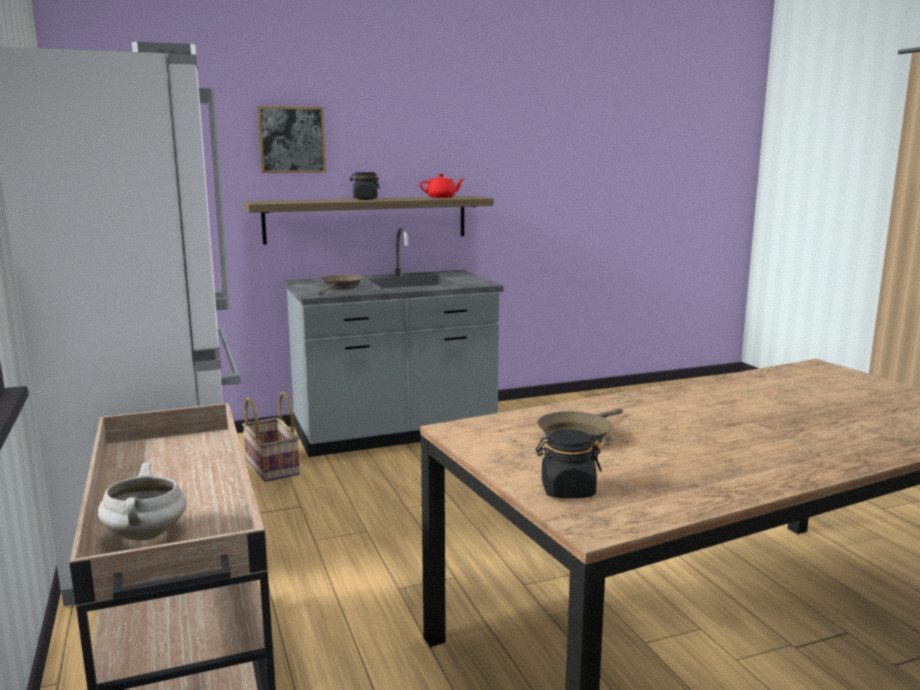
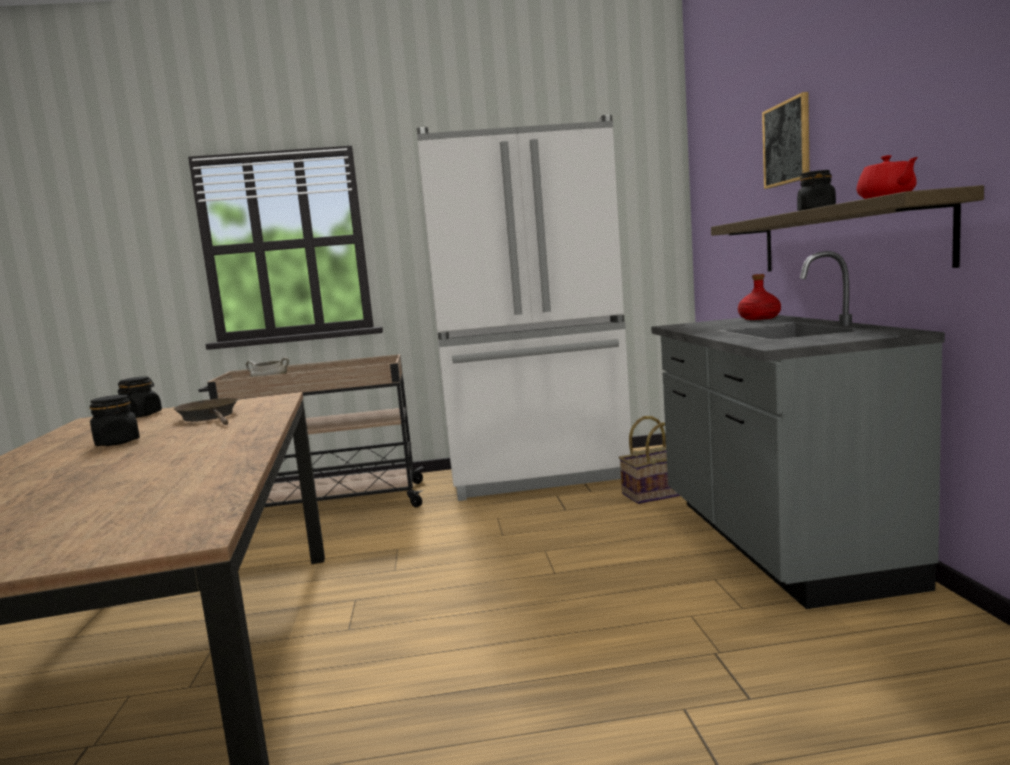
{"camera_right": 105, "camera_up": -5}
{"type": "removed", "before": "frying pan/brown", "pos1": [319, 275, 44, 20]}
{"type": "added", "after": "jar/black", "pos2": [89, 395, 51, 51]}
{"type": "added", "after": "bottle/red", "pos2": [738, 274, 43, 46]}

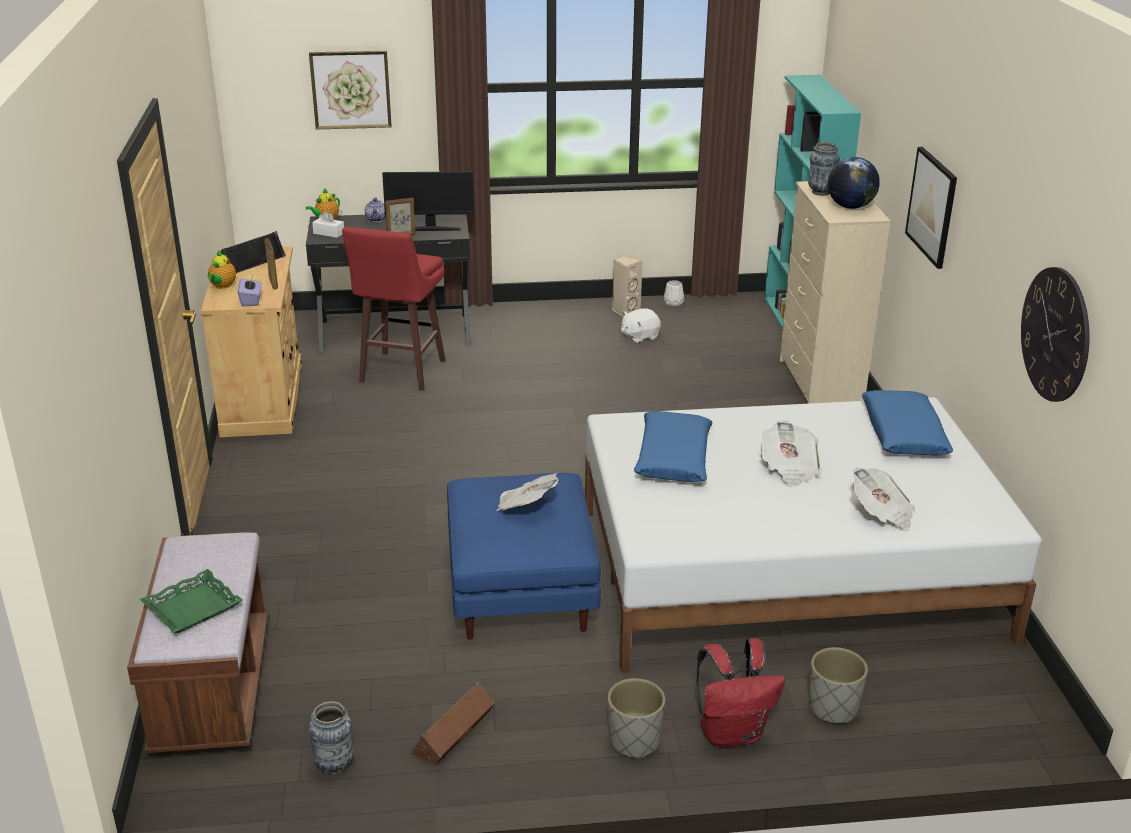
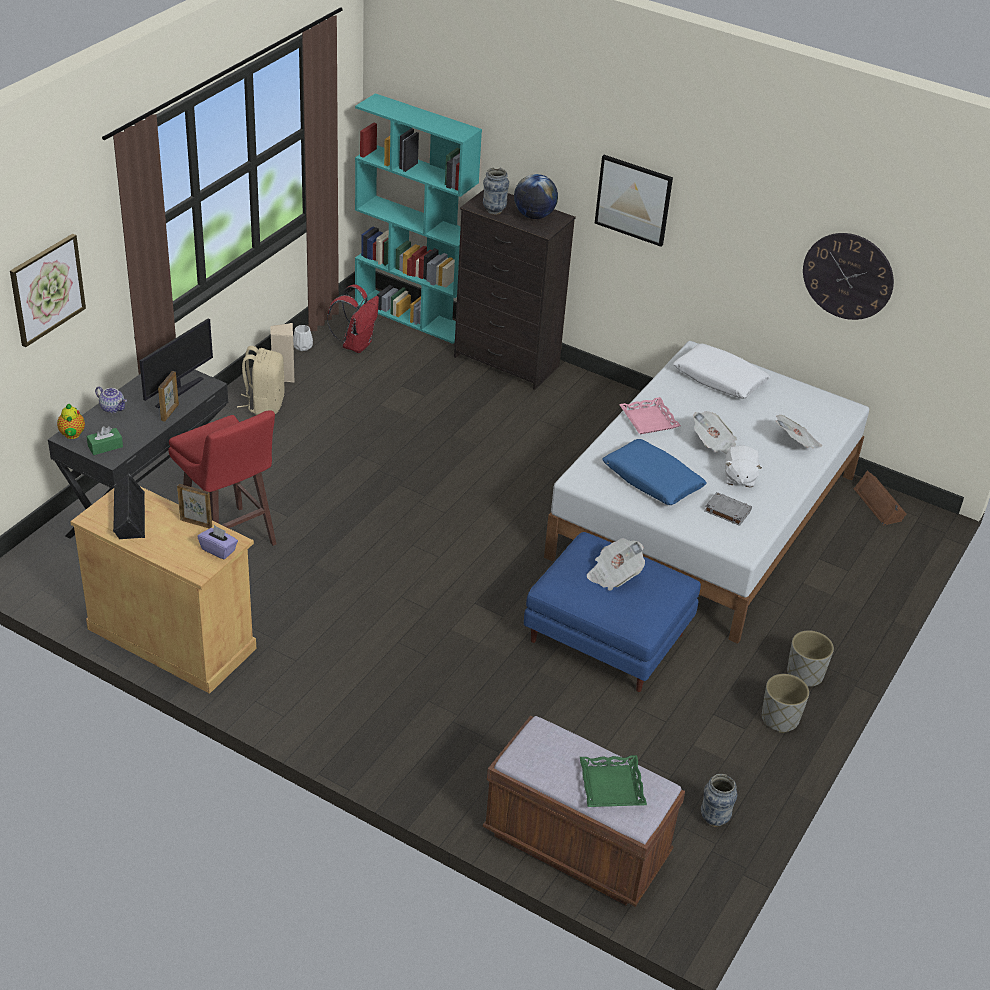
{"camera_right": -55, "camera_up": 10}
{"type": "removed", "before": "teapot", "pos1": [208, 250, 28, 39]}
{"type": "recoloured", "before": "tissue box/white", "after": "tissue box/green", "pos1": [312, 211, 32, 27], "pos2": [87, 426, 36, 29]}
{"type": "moved", "before": "speaker/brown", "pos1": [410, 681, 85, 85], "pos2": [853, 470, 54, 56]}
{"type": "moved", "before": "plush toy/white", "pos1": [621, 308, 40, 36], "pos2": [725, 445, 38, 42]}
{"type": "moved", "before": "backpack/red", "pos1": [696, 638, 89, 110], "pos2": [327, 284, 52, 69]}
{"type": "recoloured", "before": "dresser/beige", "after": "dresser/black", "pos1": [780, 181, 111, 223], "pos2": [454, 190, 122, 200]}
{"type": "moved", "before": "planter/grey", "pos1": [809, 647, 59, 76], "pos2": [762, 674, 47, 59]}
{"type": "recoloured", "before": "pillow/blue", "after": "pillow/white", "pos1": [862, 390, 91, 65], "pos2": [673, 344, 98, 55]}
{"type": "added", "after": "backpack/beige", "pos2": [237, 346, 47, 69]}
{"type": "added", "after": "tray/pink", "pos2": [619, 397, 62, 37]}
{"type": "added", "after": "book/grey", "pos2": [704, 492, 48, 34]}

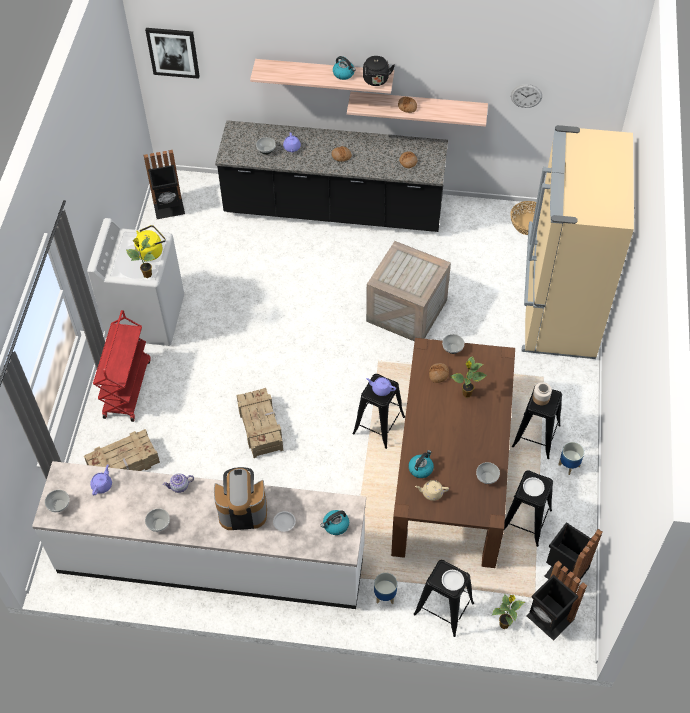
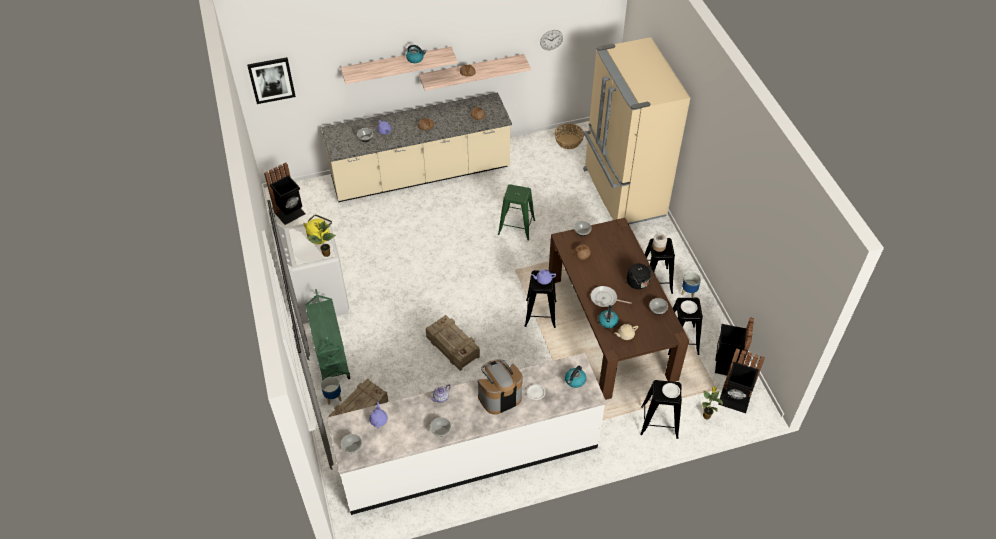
{"camera_right": -25, "camera_up": -5}
{"type": "recoloured", "before": "cart/red", "after": "cart/green", "pos1": [93, 310, 58, 112], "pos2": [305, 289, 45, 92]}
{"type": "recoloured", "before": "counter/black", "after": "counter/beige", "pos1": [215, 120, 233, 112], "pos2": [322, 92, 190, 110]}
{"type": "moved", "before": "kettle/black", "pos1": [363, 56, 32, 30], "pos2": [627, 263, 28, 26]}
{"type": "replaced", "before": "crate", "after": "stool/green", "pos1": [366, 241, 85, 101], "pos2": [498, 184, 37, 57]}
{"type": "moved", "before": "planter", "pos1": [374, 573, 23, 31], "pos2": [321, 377, 20, 28]}
{"type": "removed", "before": "potted plant", "pos1": [450, 356, 37, 41]}
{"type": "added", "after": "frying pan", "pos2": [591, 286, 41, 21]}

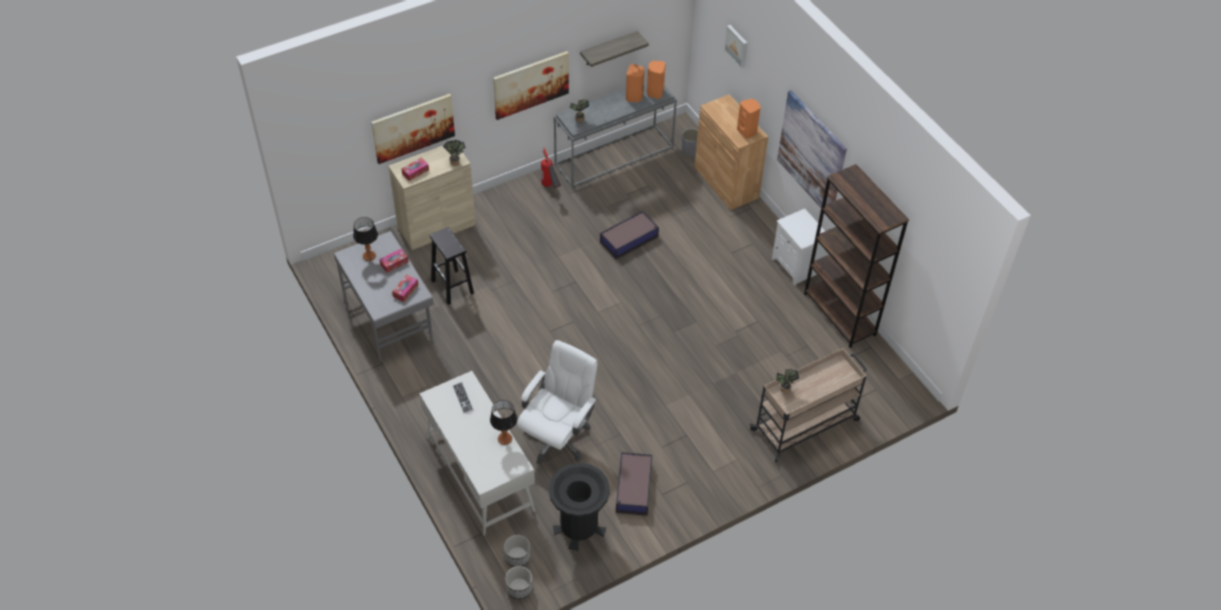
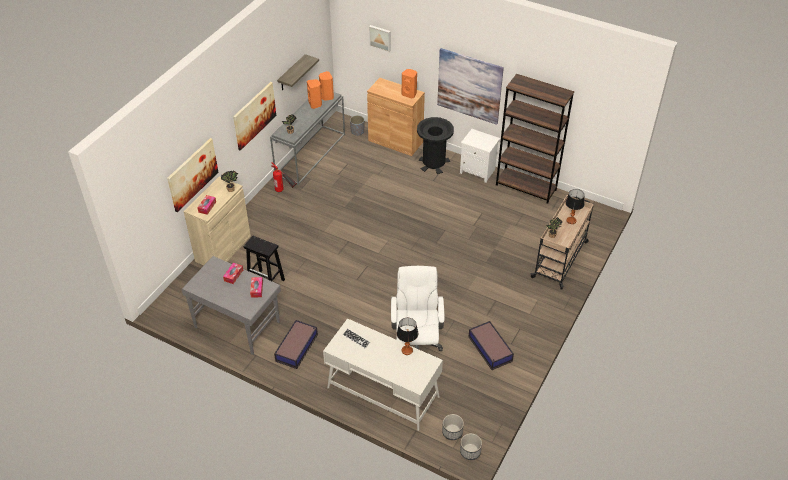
{"camera_right": -30, "camera_up": -5}
{"type": "moved", "before": "table lamp", "pos1": [353, 217, 25, 44], "pos2": [565, 189, 19, 35]}
{"type": "moved", "before": "trash can/black", "pos1": [549, 463, 61, 88], "pos2": [417, 117, 37, 57]}
{"type": "moved", "before": "storage box", "pos1": [600, 211, 59, 48], "pos2": [274, 320, 44, 49]}

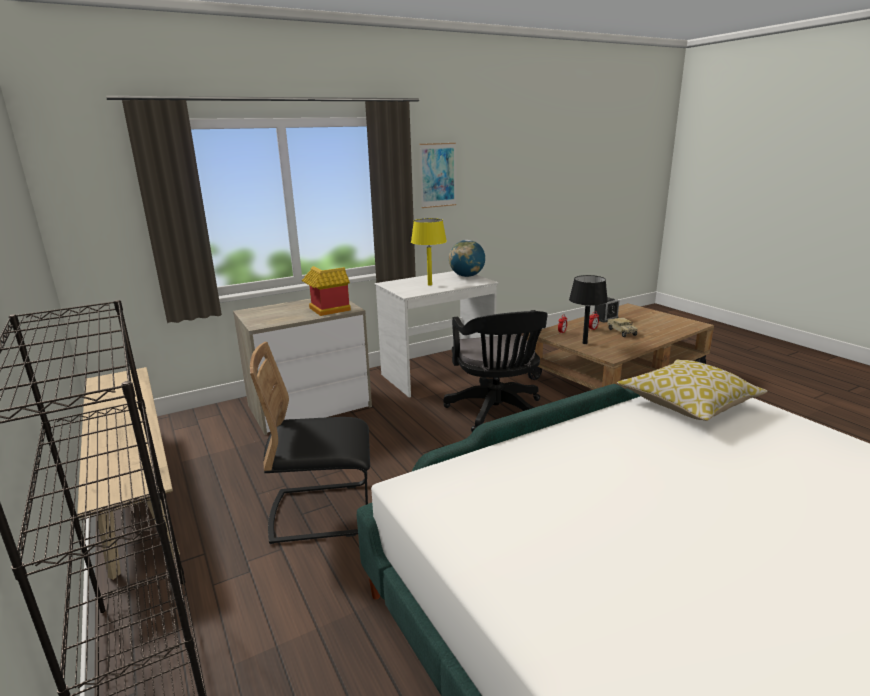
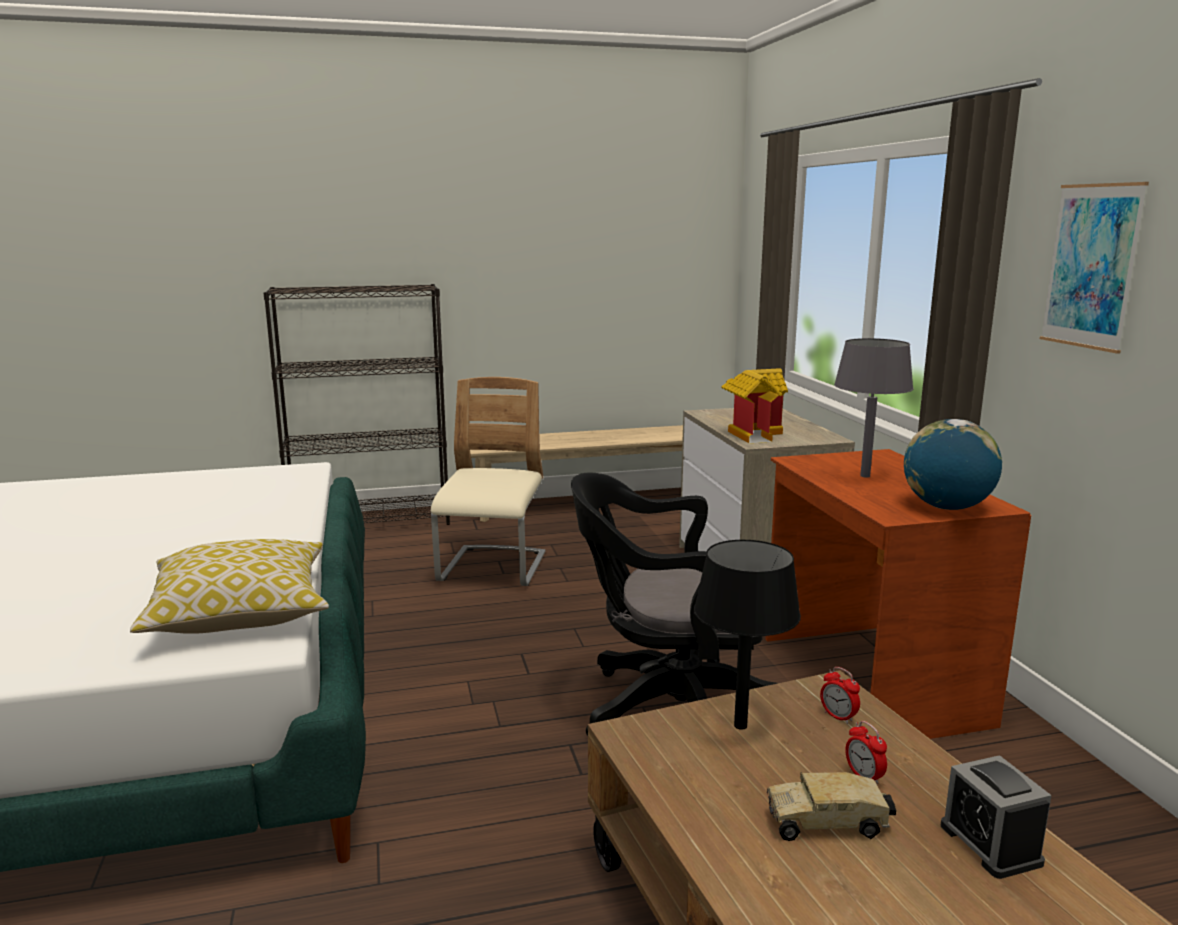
{"camera_right": 105, "camera_up": -5}
{"type": "recoloured", "before": "chair/black", "after": "chair/beige", "pos1": [250, 342, 120, 202], "pos2": [431, 377, 115, 209]}
{"type": "recoloured", "before": "desk/white", "after": "desk/brown", "pos1": [375, 271, 123, 126], "pos2": [765, 449, 266, 290]}
{"type": "recoloured", "before": "table lamp/yellow", "after": "table lamp/grey", "pos1": [411, 218, 36, 68], "pos2": [834, 338, 80, 140]}

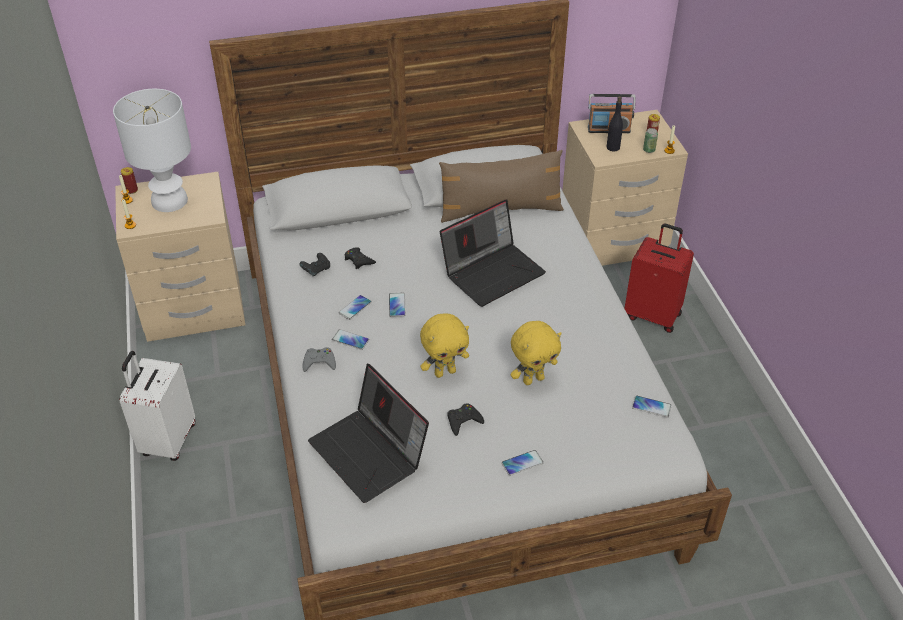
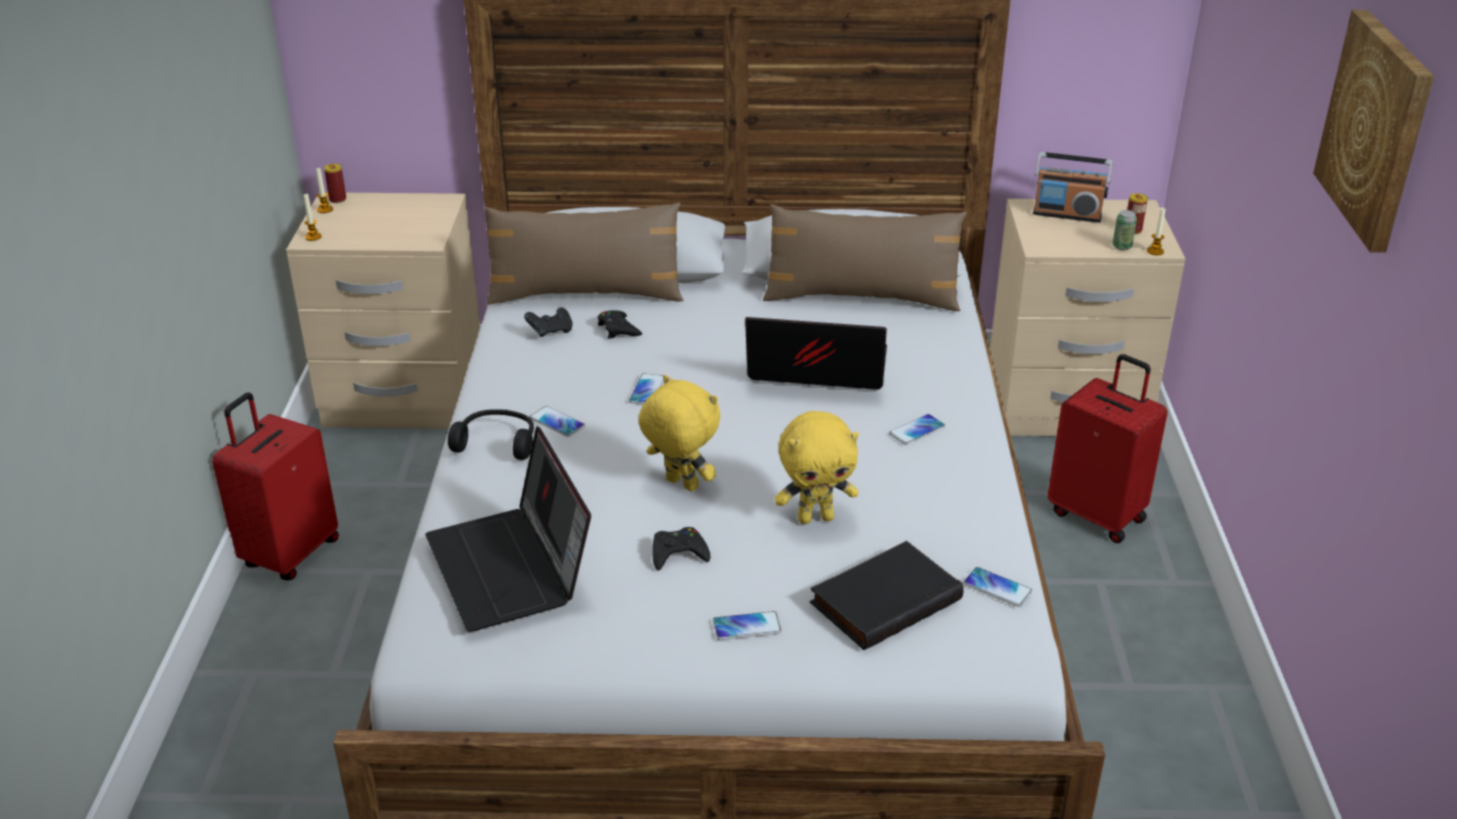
{"camera_right": 15, "camera_up": -10}
{"type": "removed", "before": "table lamp/white", "pos1": [113, 89, 78, 123]}
{"type": "recoloured", "before": "suitcase/white", "after": "suitcase/red", "pos1": [119, 351, 76, 110], "pos2": [212, 393, 127, 187]}
{"type": "replaced", "before": "game controller/grey", "after": "headphones/black", "pos1": [302, 347, 34, 25], "pos2": [448, 409, 86, 51]}
{"type": "moved", "before": "phone", "pos1": [338, 295, 34, 25], "pos2": [889, 414, 56, 31]}
{"type": "turned", "before": "plush toy/yellow", "pos1": [420, 313, 49, 65], "pos2": [638, 375, 82, 117], "turn": -135}
{"type": "turned", "before": "laptop", "pos1": [440, 199, 106, 108], "pos2": [745, 317, 142, 73], "turn": -150}
{"type": "removed", "before": "bottle/black", "pos1": [606, 97, 17, 54]}
{"type": "added", "after": "pillow/brown", "pos2": [485, 202, 198, 103]}
{"type": "added", "after": "book/black", "pos2": [810, 541, 154, 109]}
{"type": "added", "after": "picture", "pos2": [1313, 10, 121, 243]}

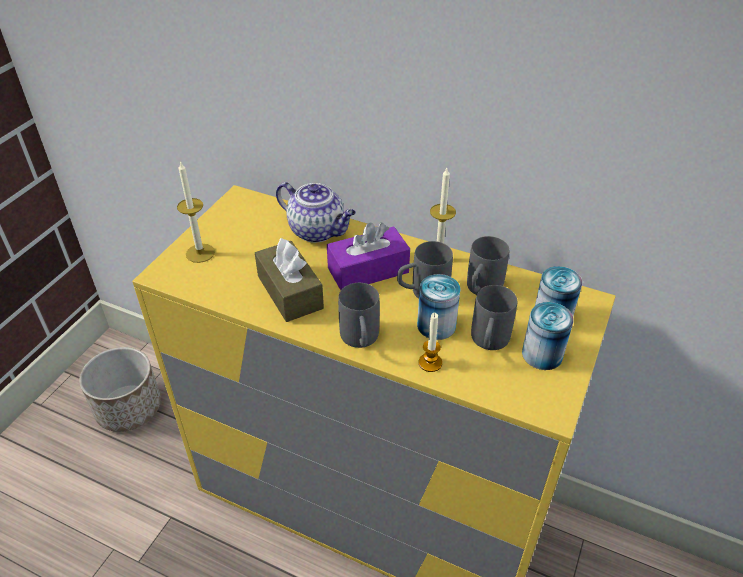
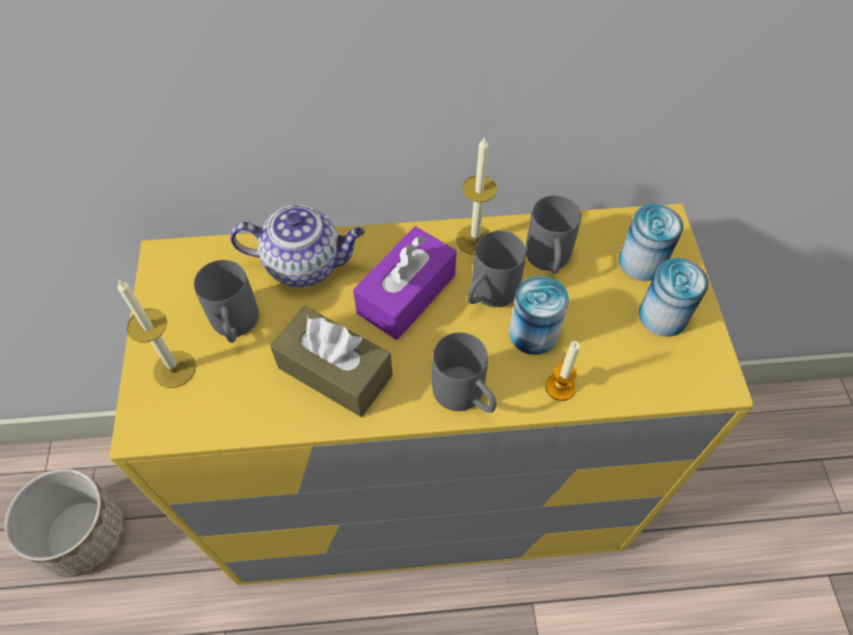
{"camera_right": -30, "camera_up": 15}
{"type": "moved", "before": "mug/grey", "pos1": [471, 285, 46, 65], "pos2": [194, 260, 65, 83]}

